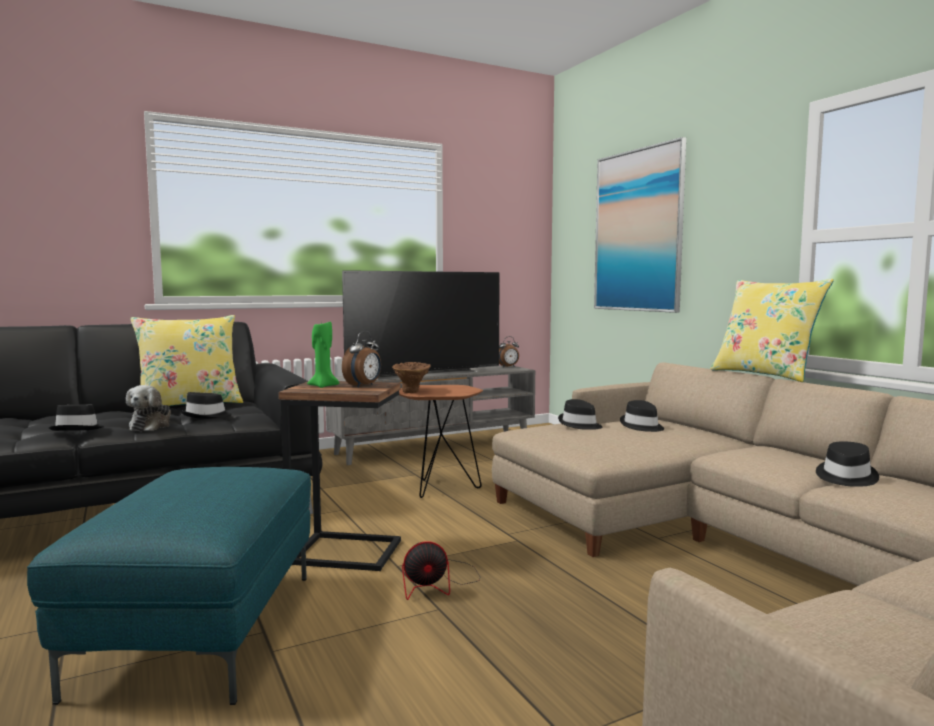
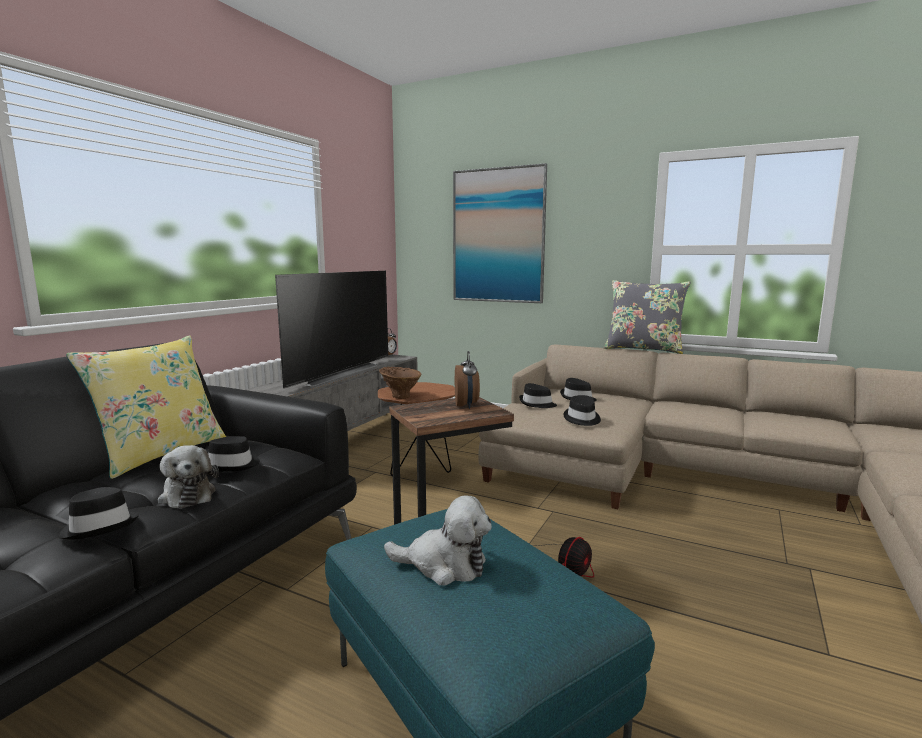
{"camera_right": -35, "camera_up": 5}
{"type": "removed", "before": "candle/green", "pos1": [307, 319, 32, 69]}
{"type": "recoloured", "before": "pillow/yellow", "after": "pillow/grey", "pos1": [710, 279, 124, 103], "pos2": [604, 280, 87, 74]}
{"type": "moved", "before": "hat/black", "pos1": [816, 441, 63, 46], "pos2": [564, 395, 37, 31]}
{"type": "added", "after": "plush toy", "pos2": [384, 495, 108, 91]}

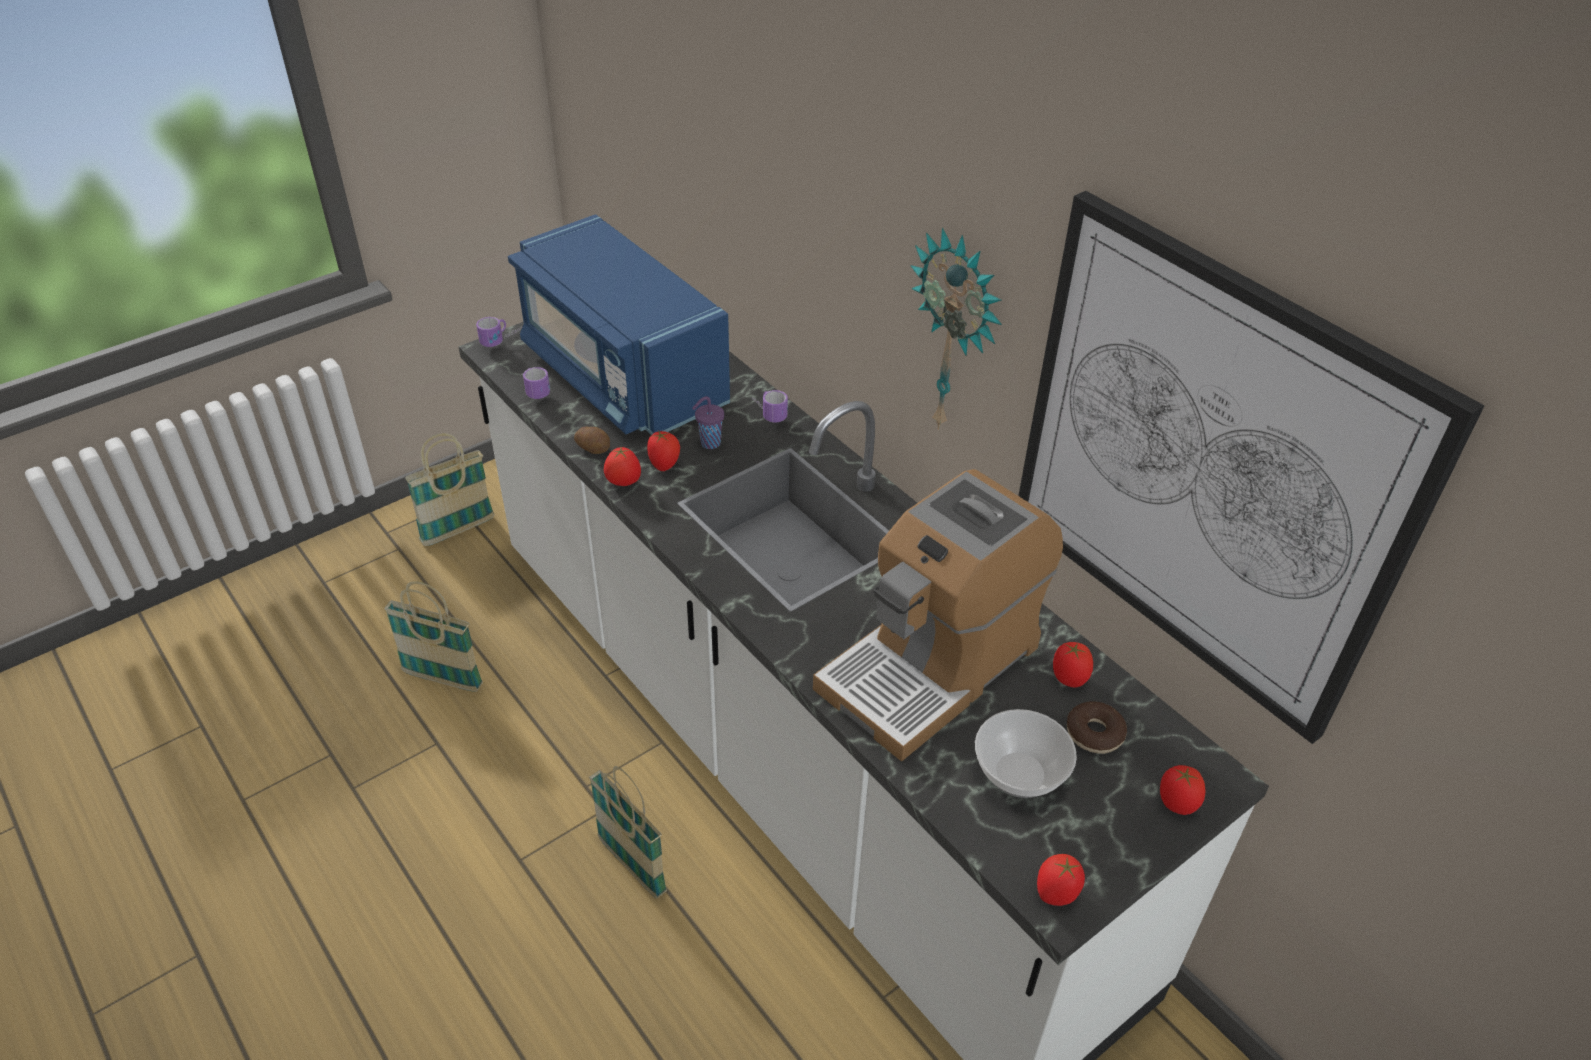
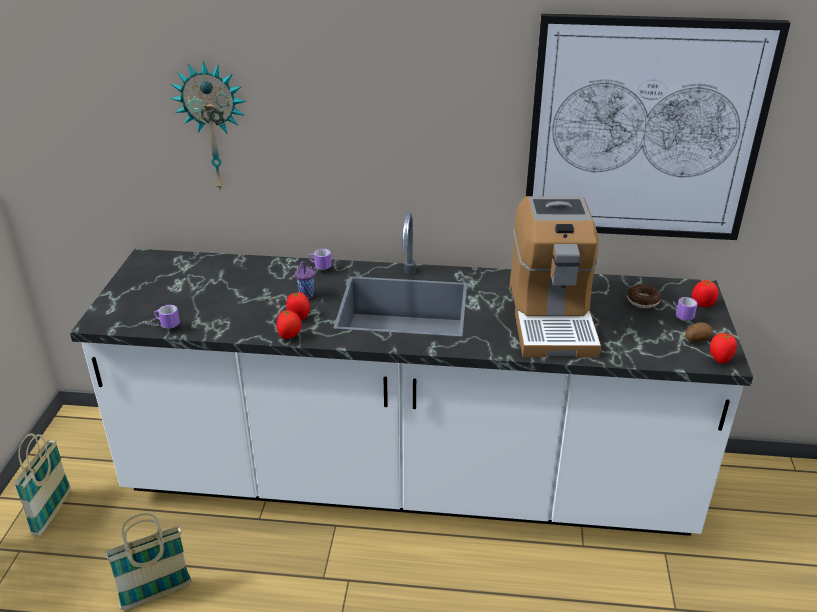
{"camera_right": -45, "camera_up": -10}
{"type": "moved", "before": "mug", "pos1": [476, 317, 46, 30], "pos2": [673, 297, 25, 24]}
{"type": "removed", "before": "microwave/blue", "pos1": [508, 214, 222, 221]}
{"type": "moved", "before": "potato", "pos1": [574, 427, 36, 27], "pos2": [685, 322, 28, 20]}
{"type": "removed", "before": "basket", "pos1": [589, 766, 78, 133]}
{"type": "moved", "before": "wall clock", "pos1": [910, 228, 92, 202], "pos2": [171, 61, 75, 131]}
{"type": "removed", "before": "bowl", "pos1": [975, 709, 102, 89]}
{"type": "removed", "before": "tomato", "pos1": [1053, 642, 40, 45]}

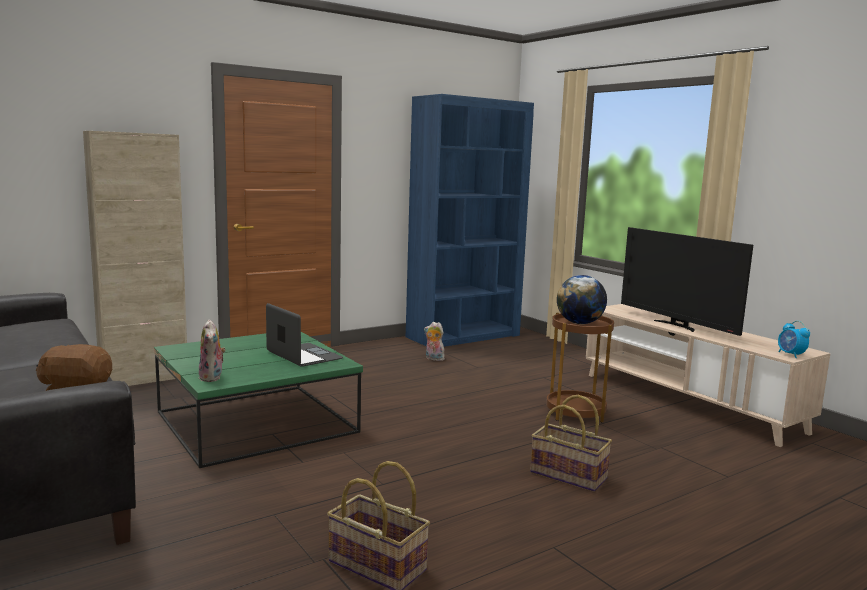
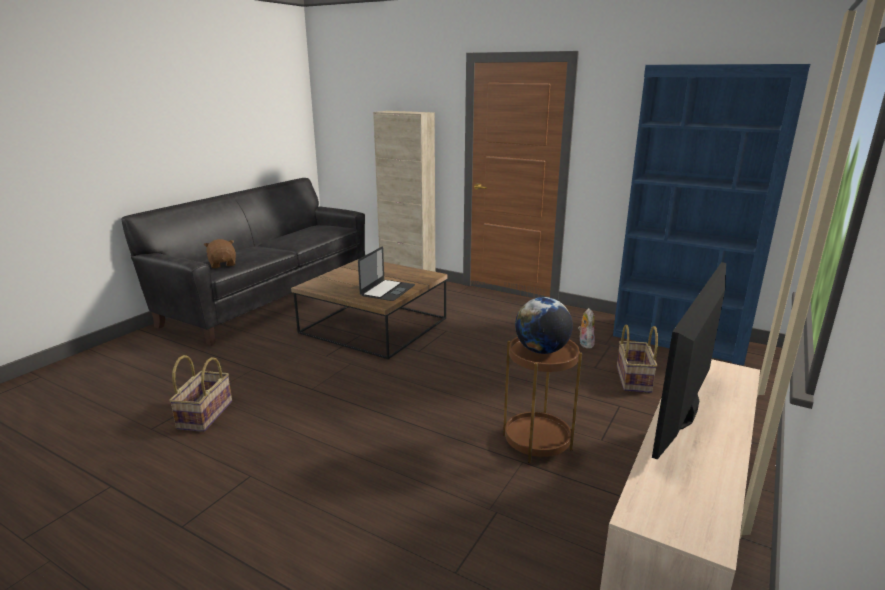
{"camera_right": 65, "camera_up": 10}
{"type": "recoloured", "before": "coffee table/green", "after": "coffee table/brown", "pos1": [154, 332, 209, 136], "pos2": [291, 260, 157, 99]}
{"type": "removed", "before": "plush toy", "pos1": [199, 320, 27, 62]}
{"type": "moved", "before": "basket", "pos1": [530, 395, 82, 97], "pos2": [617, 325, 41, 68]}
{"type": "removed", "before": "alarm clock", "pos1": [778, 321, 32, 37]}

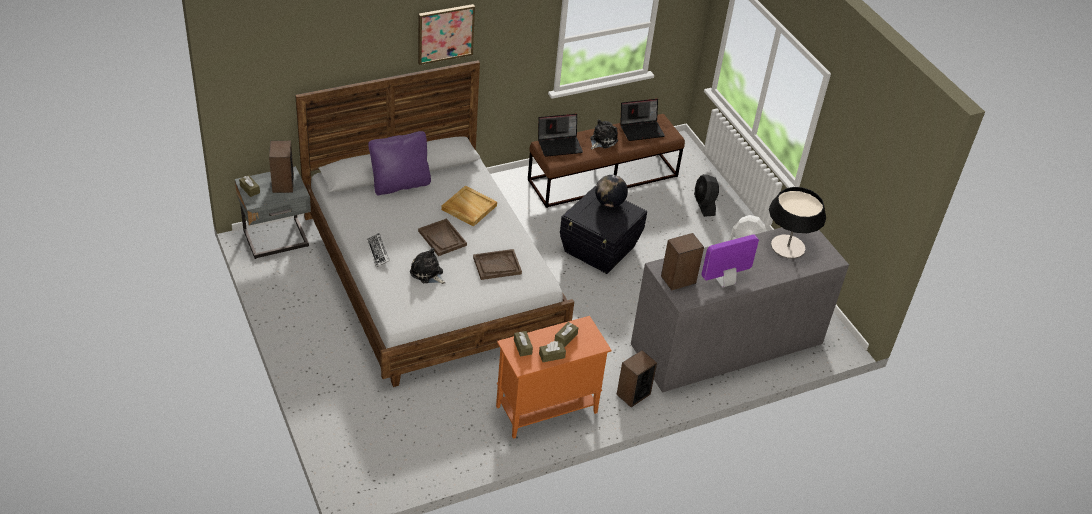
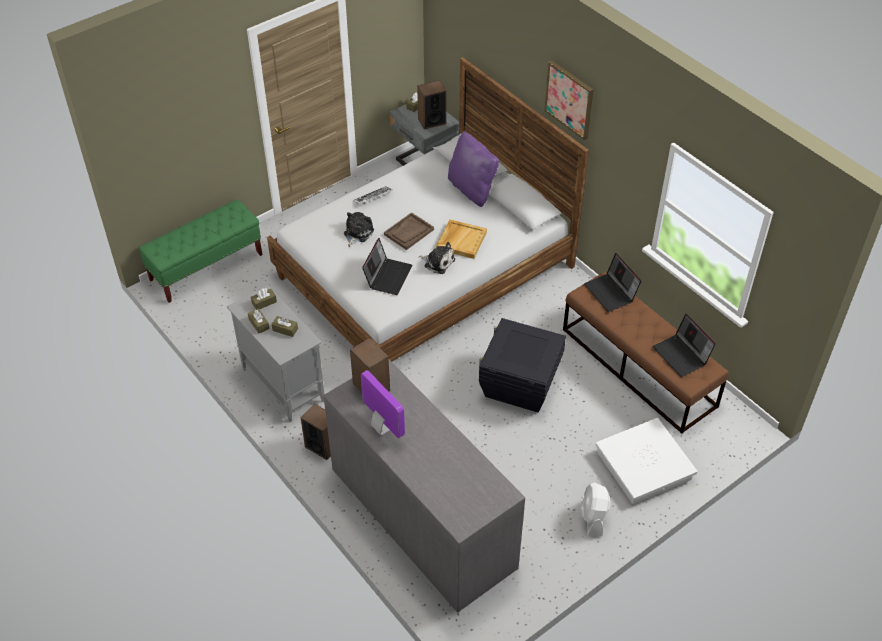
{"camera_right": 80, "camera_up": 5}
{"type": "replaced", "before": "tray/brown", "after": "laptop", "pos1": [473, 249, 49, 31], "pos2": [362, 238, 50, 57]}
{"type": "recoloured", "before": "cabinet/orange", "after": "cabinet/grey", "pos1": [496, 316, 115, 123], "pos2": [227, 285, 97, 137]}
{"type": "moved", "before": "plush toy", "pos1": [590, 119, 28, 30], "pos2": [419, 242, 36, 32]}
{"type": "removed", "before": "globe", "pos1": [595, 175, 33, 32]}
{"type": "replaced", "before": "fan/black", "after": "storage box/white", "pos1": [694, 174, 25, 43], "pos2": [595, 418, 103, 86]}
{"type": "removed", "before": "table lamp", "pos1": [769, 187, 57, 72]}
{"type": "added", "after": "bench/green", "pos2": [139, 199, 123, 104]}

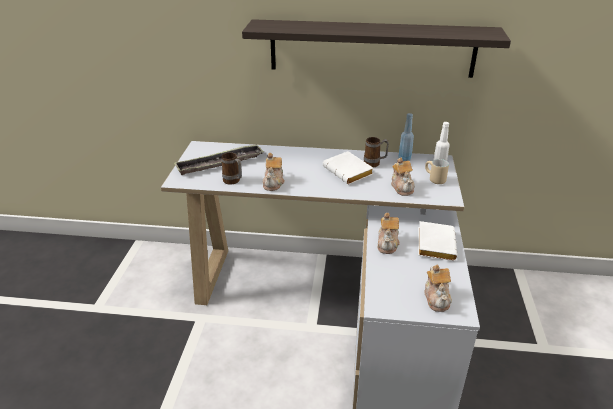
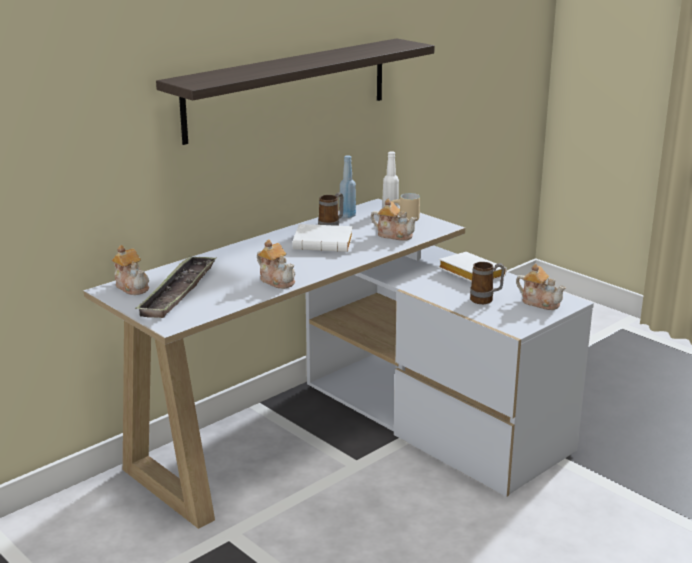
{"camera_right": -50, "camera_up": -10}
{"type": "moved", "before": "mug", "pos1": [221, 152, 21, 33], "pos2": [470, 262, 35, 42]}
{"type": "moved", "before": "teapot", "pos1": [378, 213, 22, 41], "pos2": [112, 245, 37, 50]}

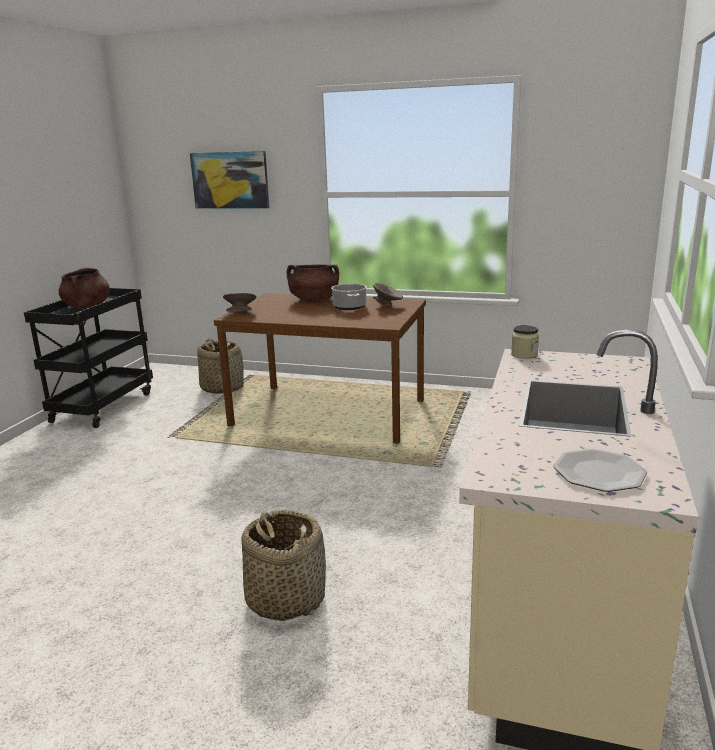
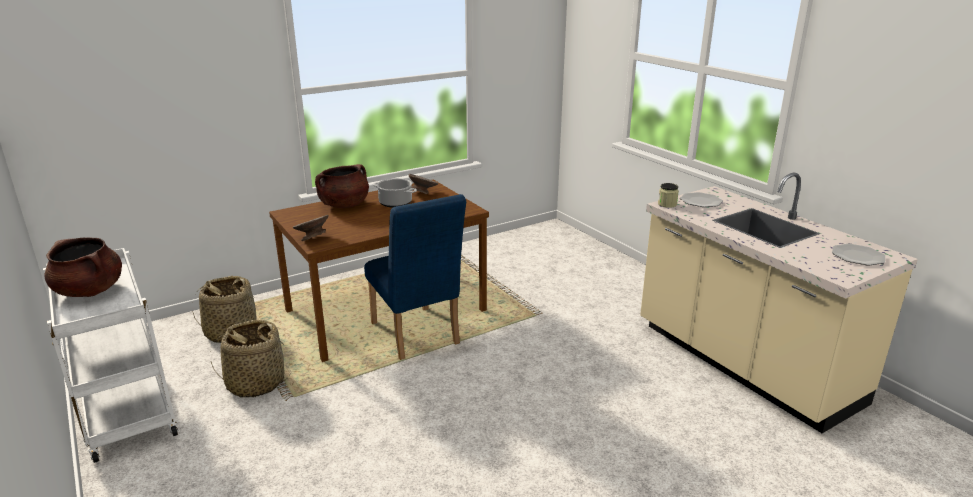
{"camera_right": -50, "camera_up": 5}
{"type": "recoloured", "before": "cart/black", "after": "cart/white", "pos1": [24, 288, 129, 140], "pos2": [43, 248, 135, 215]}
{"type": "removed", "before": "picture", "pos1": [190, 151, 80, 58]}
{"type": "moved", "before": "basket", "pos1": [242, 510, 84, 111], "pos2": [211, 320, 80, 78]}
{"type": "added", "after": "chair/blue", "pos2": [364, 194, 102, 166]}
{"type": "added", "after": "plate", "pos2": [680, 192, 43, 15]}

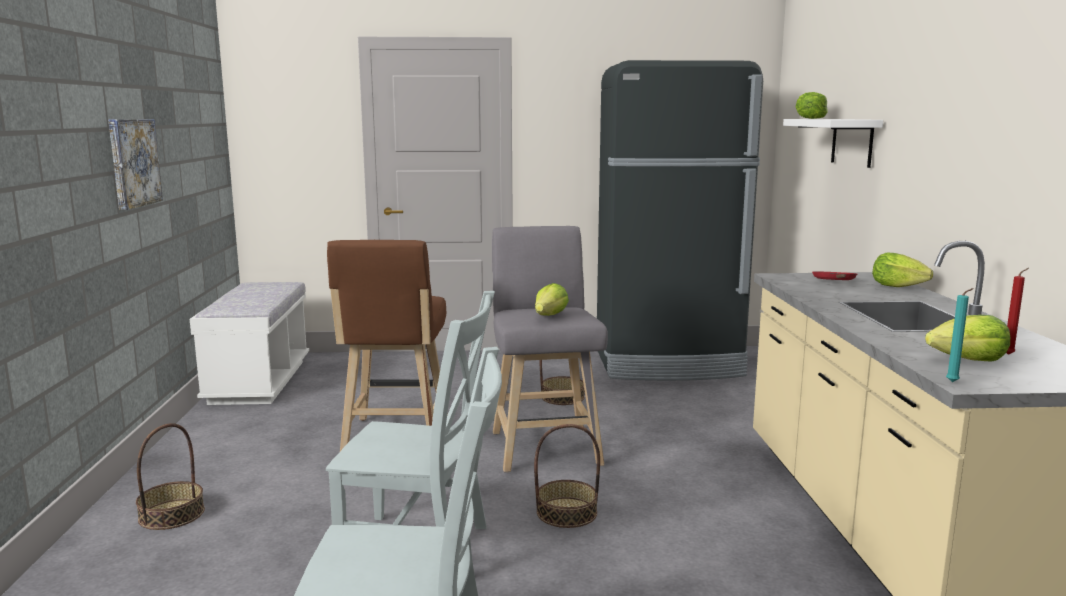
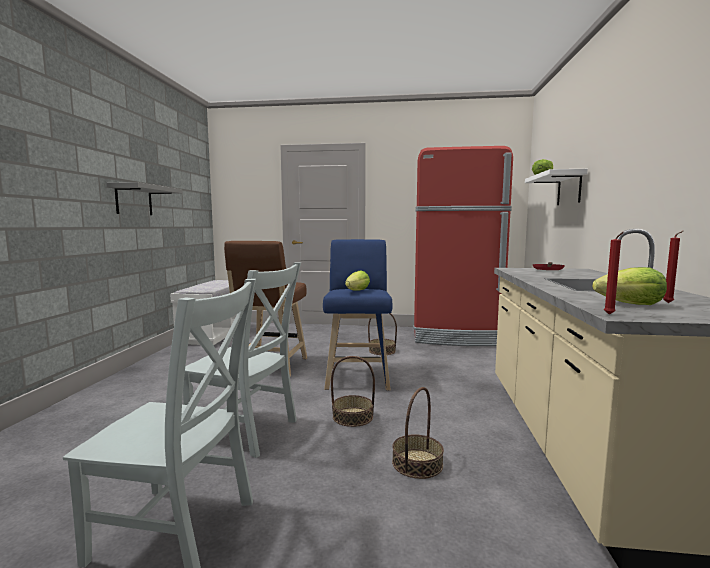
{"camera_right": 10, "camera_up": -5}
{"type": "replaced", "before": "picture", "after": "shelf/grey", "pos1": [108, 119, 55, 91], "pos2": [106, 182, 76, 33]}
{"type": "moved", "before": "basket", "pos1": [136, 423, 69, 107], "pos2": [392, 387, 52, 92]}
{"type": "recoloured", "before": "stool/grey", "after": "stool/blue", "pos1": [492, 226, 116, 246], "pos2": [323, 239, 69, 152]}
{"type": "recoloured", "before": "fridge/black", "after": "fridge/red", "pos1": [597, 60, 166, 321], "pos2": [413, 146, 100, 200]}
{"type": "removed", "before": "lettuce", "pos1": [872, 253, 61, 34]}
{"type": "recoloured", "before": "candle/turquoise", "after": "candle/red", "pos1": [946, 288, 28, 94], "pos2": [604, 232, 20, 83]}

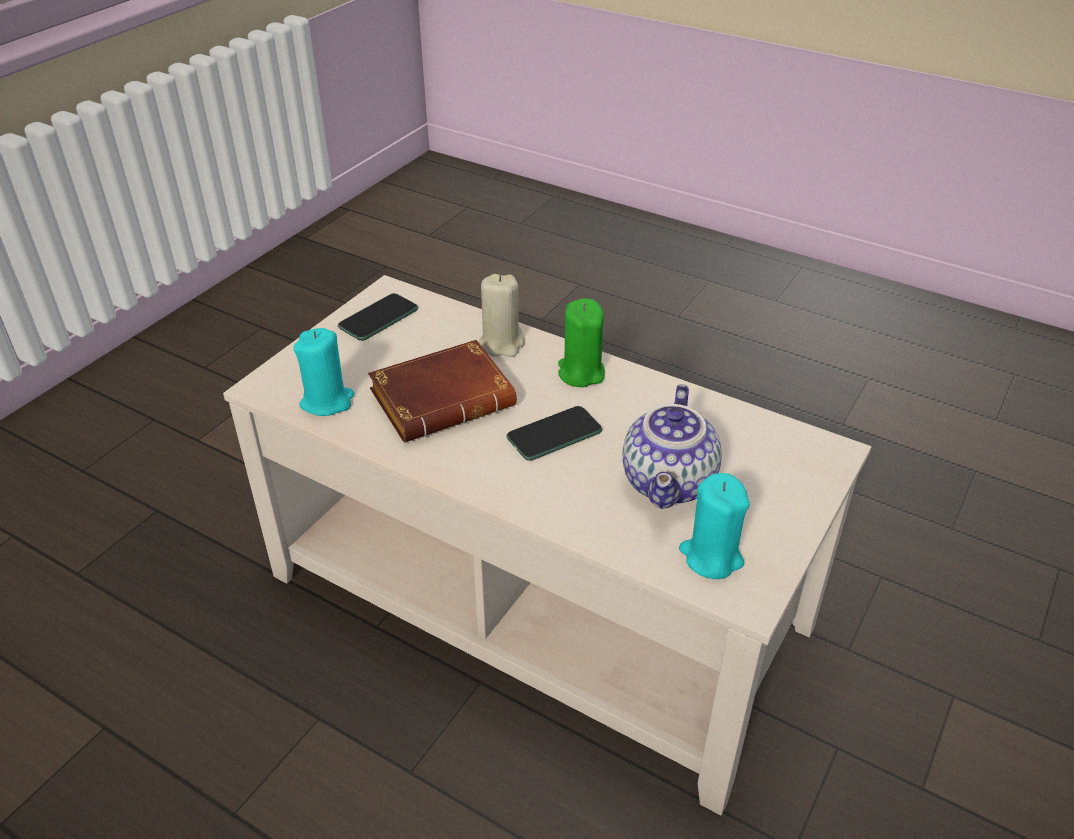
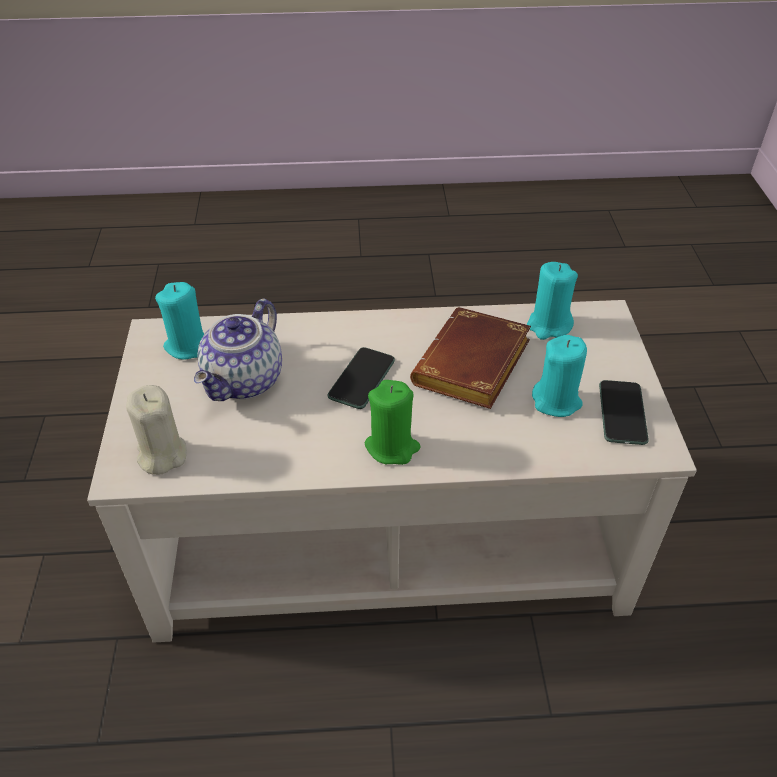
{"camera_right": 145, "camera_up": 5}
{"type": "moved", "before": "candle/beige", "pos1": [479, 274, 46, 83], "pos2": [126, 385, 61, 90]}
{"type": "turned", "before": "teapot", "pos1": [623, 384, 99, 125], "pos2": [194, 299, 88, 102], "turn": -135}
{"type": "added", "after": "candle/turquoise", "pos2": [532, 335, 55, 82]}

